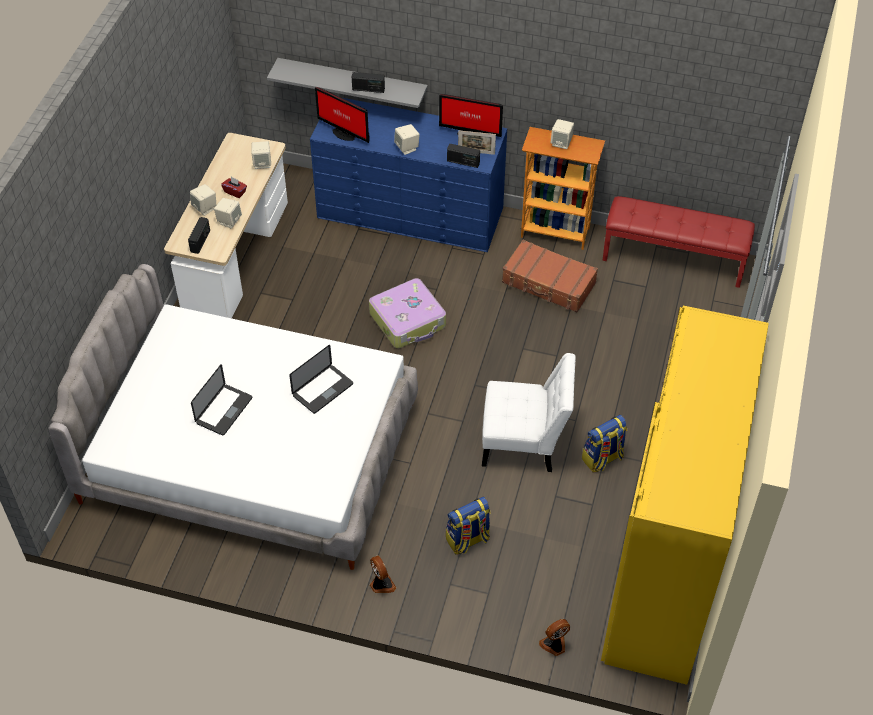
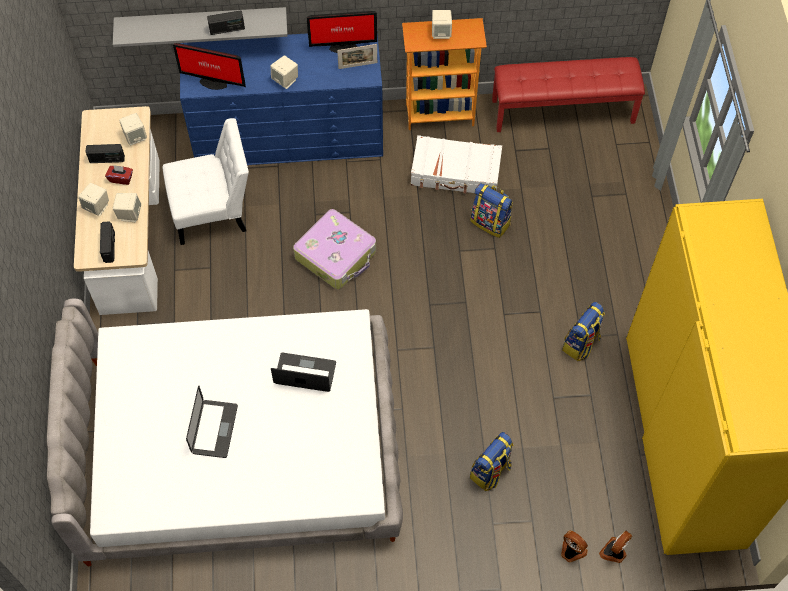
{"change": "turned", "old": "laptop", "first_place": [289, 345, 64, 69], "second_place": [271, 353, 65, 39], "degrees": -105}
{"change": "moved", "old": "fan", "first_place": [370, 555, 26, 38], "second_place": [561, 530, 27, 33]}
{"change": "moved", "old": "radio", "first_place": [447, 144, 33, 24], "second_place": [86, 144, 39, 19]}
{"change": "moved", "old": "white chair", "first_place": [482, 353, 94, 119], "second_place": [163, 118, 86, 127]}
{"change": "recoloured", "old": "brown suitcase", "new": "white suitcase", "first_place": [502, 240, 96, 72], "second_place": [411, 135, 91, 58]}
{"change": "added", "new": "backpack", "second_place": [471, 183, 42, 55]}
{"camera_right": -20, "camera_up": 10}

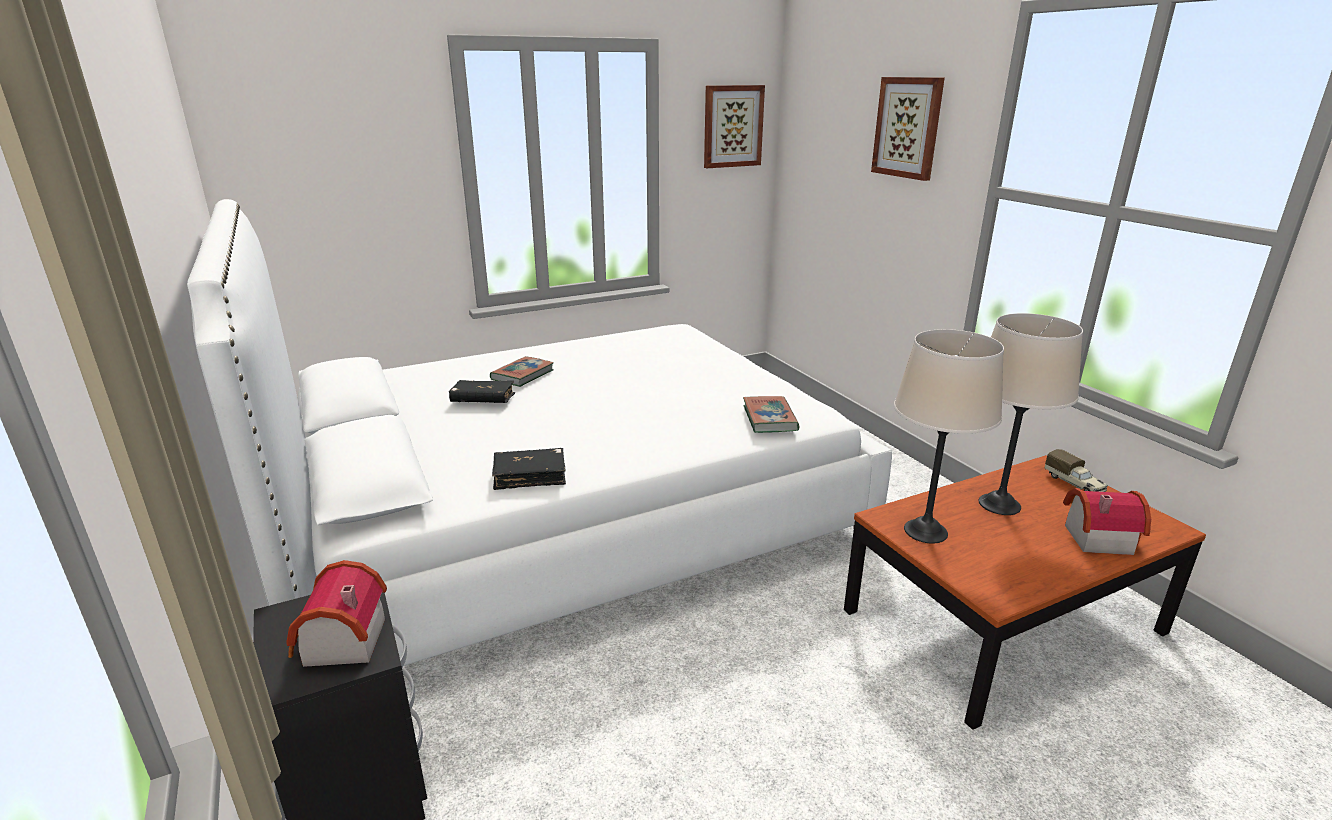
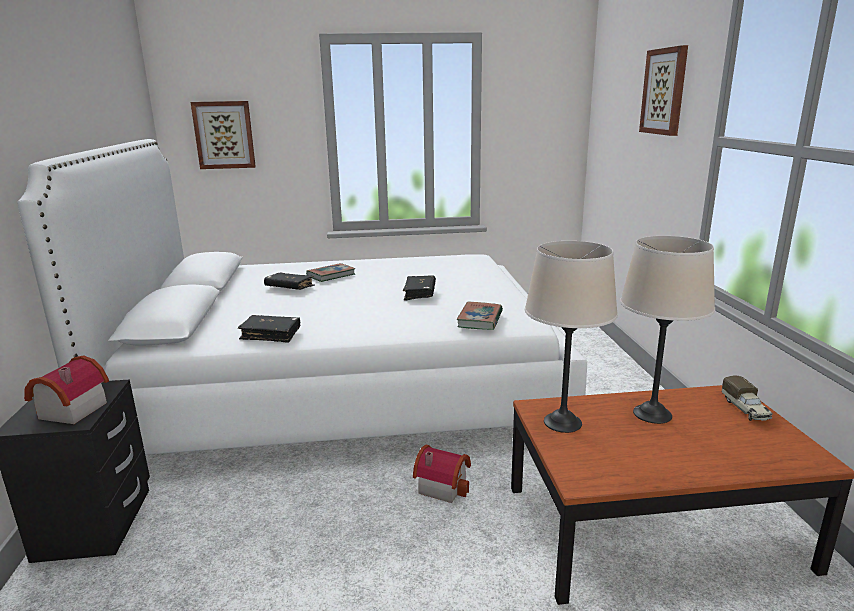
{"change": "moved", "old": "picture", "first_place": [704, 85, 61, 83], "second_place": [191, 101, 65, 68]}
{"change": "moved", "old": "toy house", "first_place": [1063, 488, 88, 67], "second_place": [413, 445, 58, 58]}
{"change": "added", "new": "black book", "second_place": [403, 275, 33, 26]}
{"camera_right": 20, "camera_up": -5}

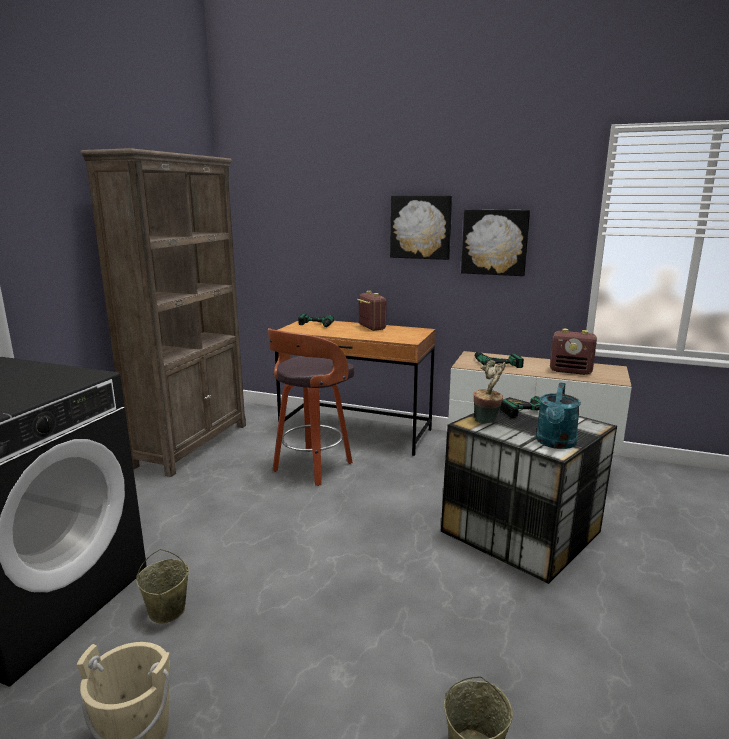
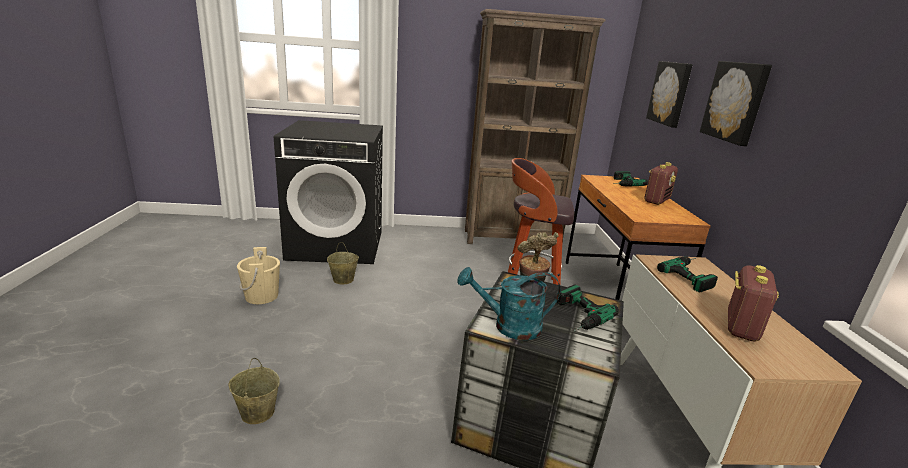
{"change": "moved", "old": "picture", "first_place": [461, 209, 69, 67], "second_place": [646, 61, 47, 67]}
{"change": "turned", "old": "radio", "first_place": [550, 329, 47, 46], "second_place": [728, 265, 51, 77], "degrees": -150}
{"camera_right": 65, "camera_up": 5}

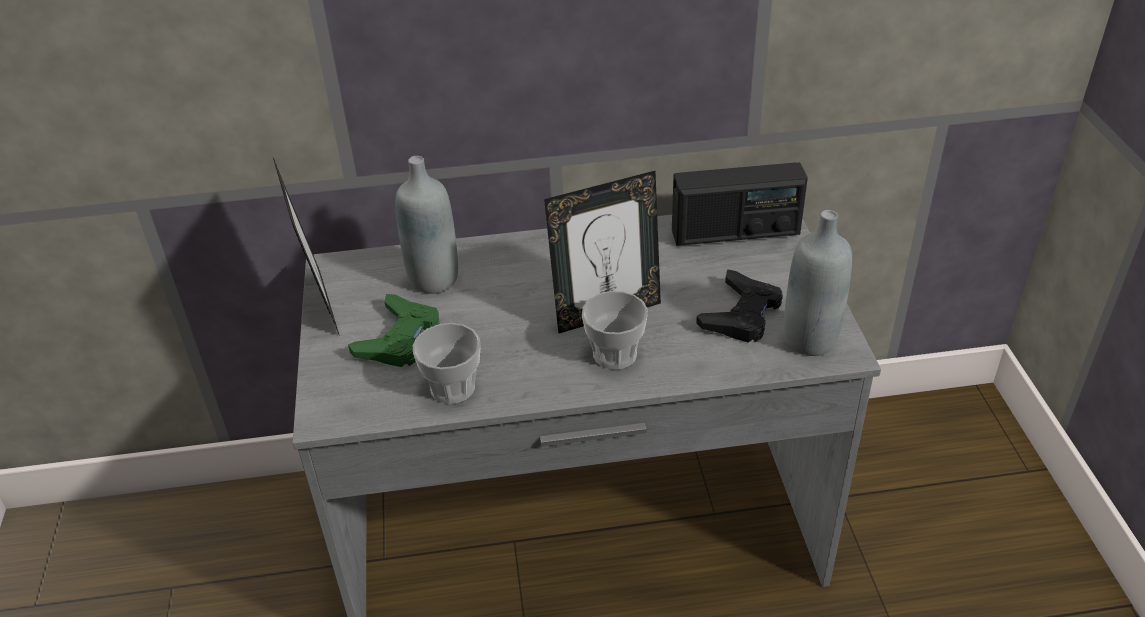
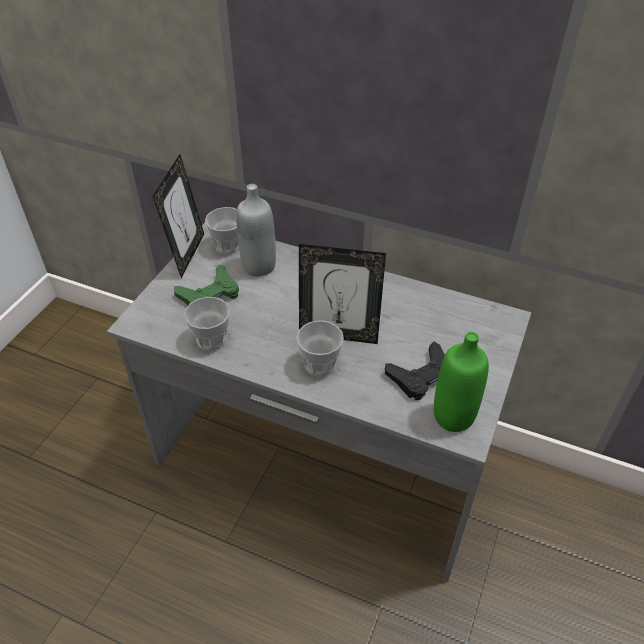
{"change": "removed", "old": "radio", "first_place": [672, 162, 136, 84]}
{"change": "recoloured", "old": "grey bottle", "new": "green bottle", "first_place": [784, 210, 68, 146], "second_place": [434, 332, 55, 100]}
{"change": "added", "new": "cup", "second_place": [205, 207, 34, 47]}
{"camera_right": 30, "camera_up": 5}

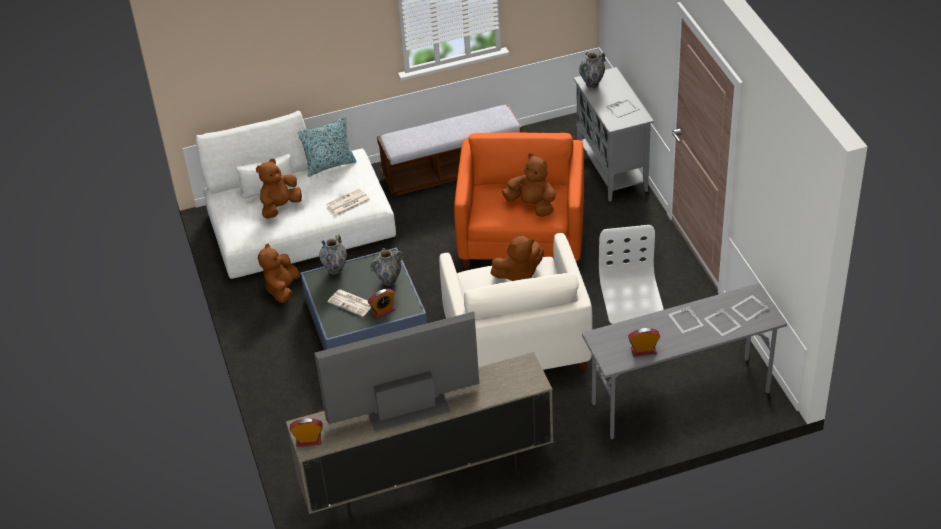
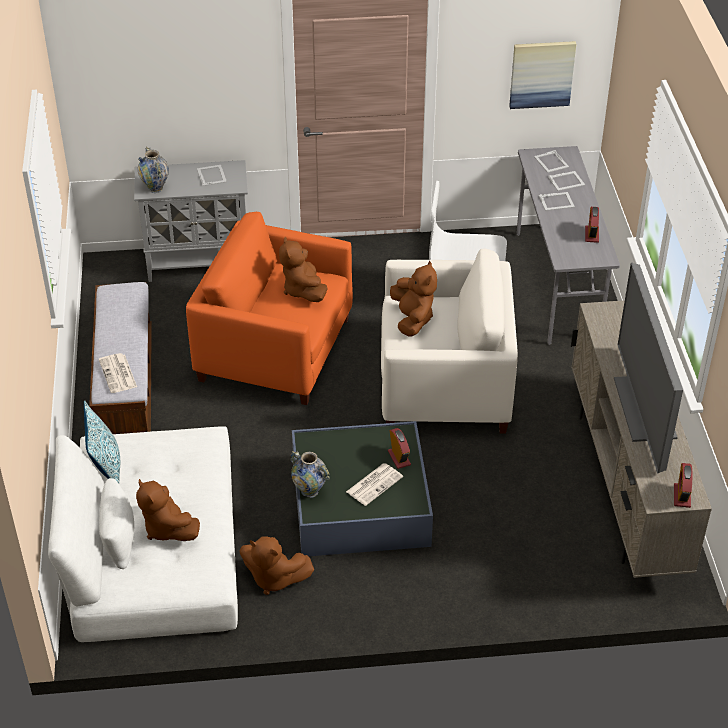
{"change": "moved", "old": "newspaper", "first_place": [326, 188, 45, 28], "second_place": [99, 353, 38, 40]}
{"change": "removed", "old": "vase", "first_place": [370, 248, 34, 38]}
{"change": "turned", "old": "brown plush toy", "first_place": [502, 153, 54, 64], "second_place": [279, 237, 49, 65], "degrees": -60}
{"change": "added", "new": "picture", "second_place": [509, 41, 67, 68]}
{"camera_right": -80, "camera_up": 0}

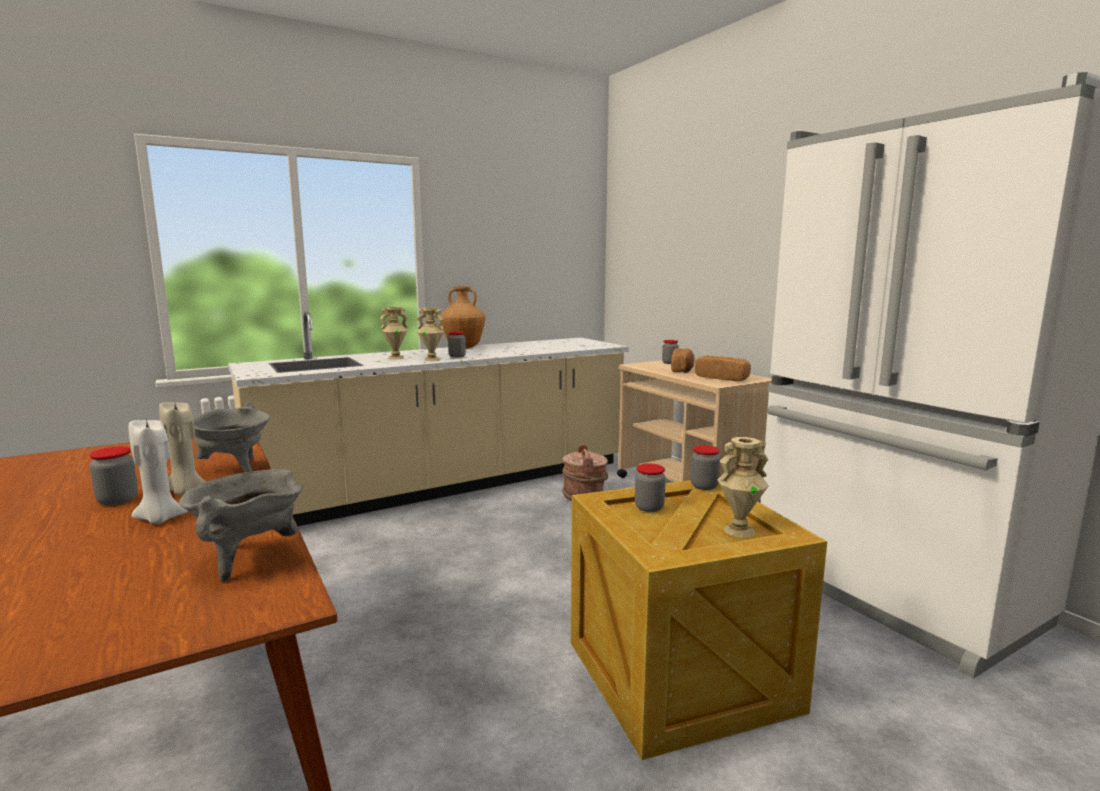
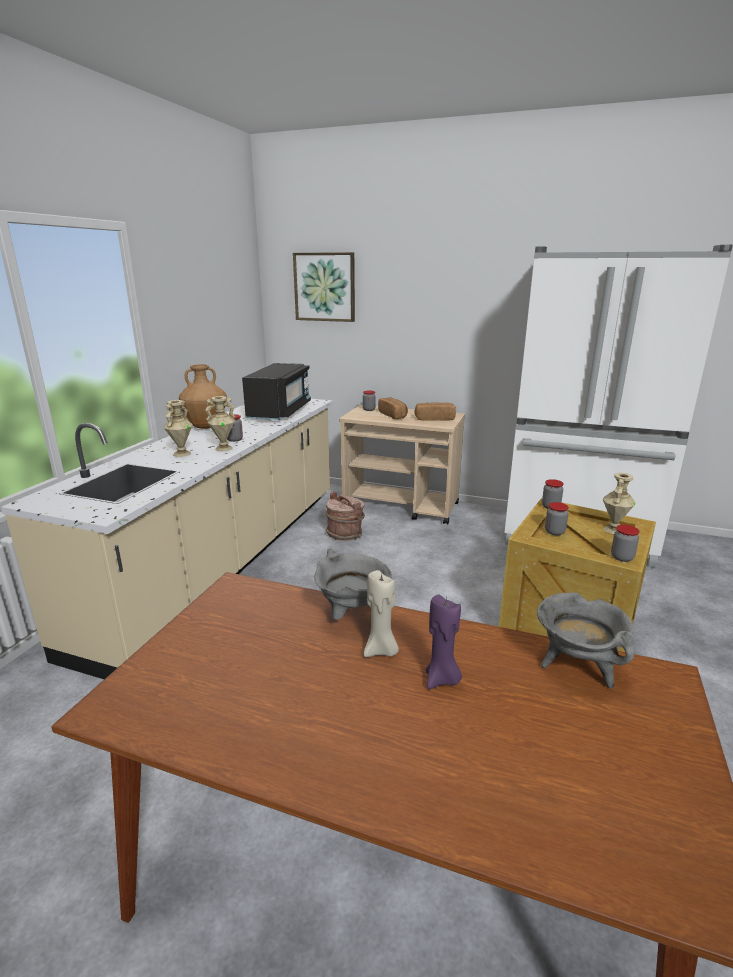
{"change": "moved", "old": "jar", "first_place": [89, 446, 49, 60], "second_place": [611, 525, 29, 37]}
{"change": "recoloured", "old": "white candle", "new": "purple candle", "first_place": [128, 418, 60, 106], "second_place": [426, 594, 36, 95]}
{"change": "added", "new": "black microwave", "second_place": [242, 363, 69, 57]}
{"change": "added", "new": "picture", "second_place": [293, 252, 62, 70]}
{"camera_right": -40, "camera_up": 10}

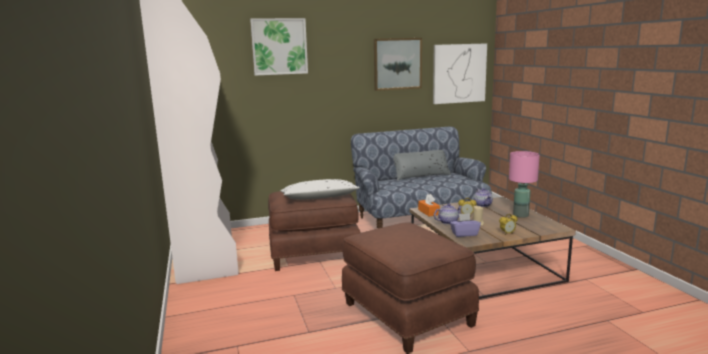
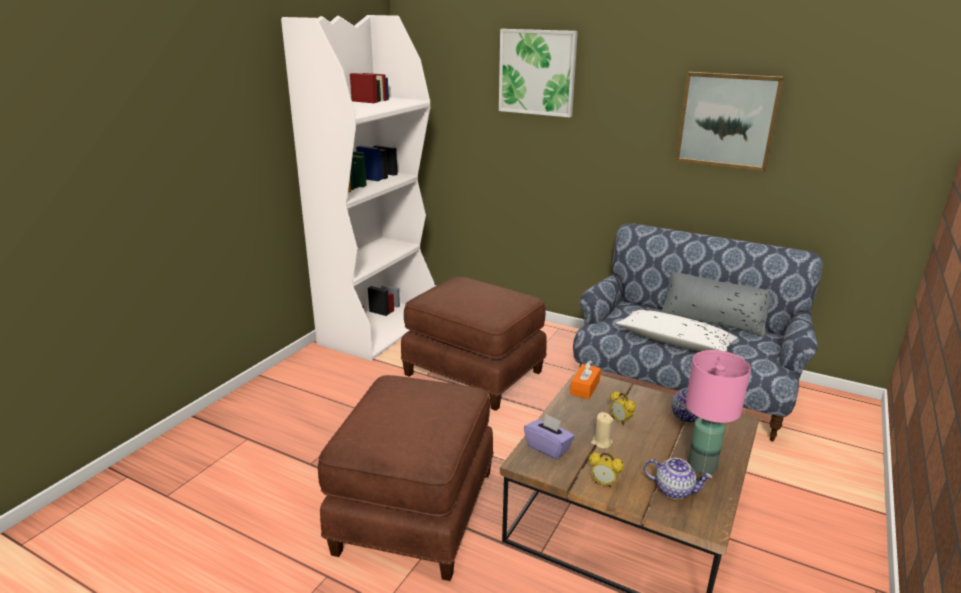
{"change": "moved", "old": "white pillow", "first_place": [281, 179, 79, 21], "second_place": [616, 310, 121, 42]}
{"change": "removed", "old": "picture", "first_place": [433, 43, 54, 61]}
{"change": "moved", "old": "teapot", "first_place": [434, 203, 29, 22], "second_place": [644, 458, 68, 41]}
{"camera_right": 45, "camera_up": 10}

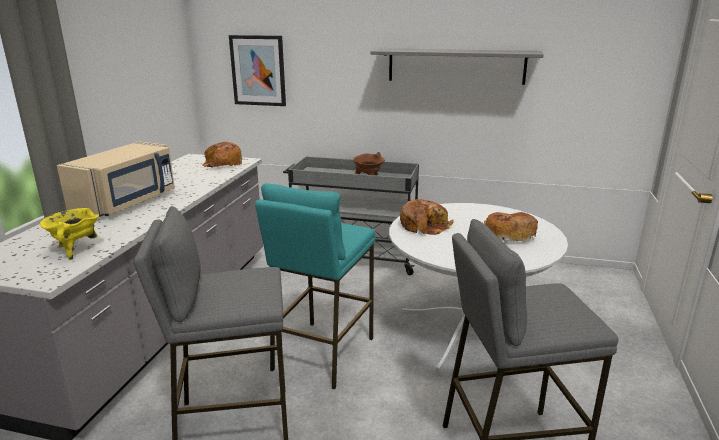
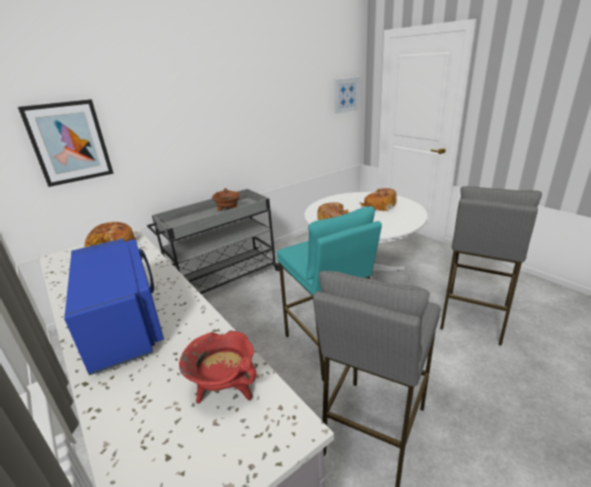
{"change": "recoloured", "old": "yellow cooking pot", "new": "red cooking pot", "first_place": [40, 208, 59, 52], "second_place": [179, 330, 78, 74]}
{"change": "recoloured", "old": "beige microwave", "new": "blue microwave", "first_place": [57, 141, 118, 76], "second_place": [64, 239, 100, 136]}
{"change": "removed", "old": "grey shelf", "first_place": [370, 48, 174, 37]}
{"change": "added", "new": "picture", "second_place": [335, 77, 24, 37]}
{"camera_right": -50, "camera_up": 5}

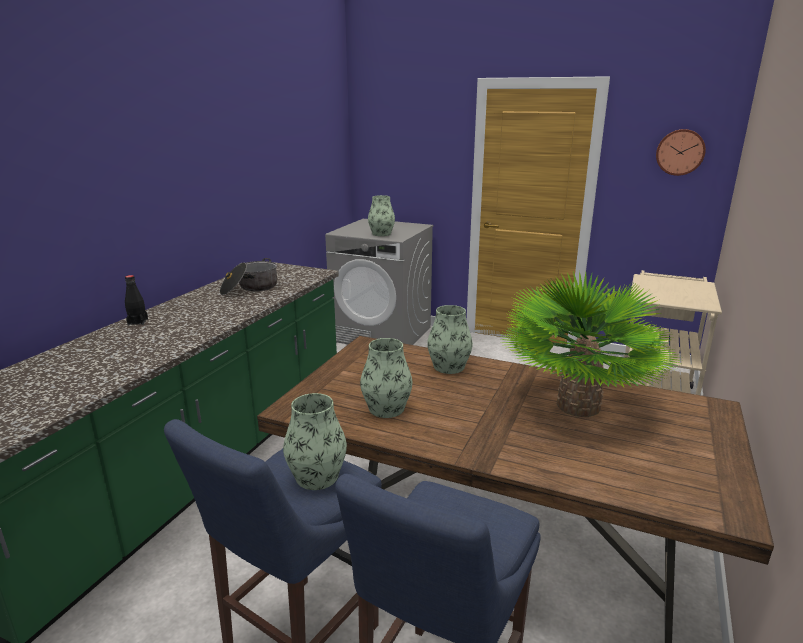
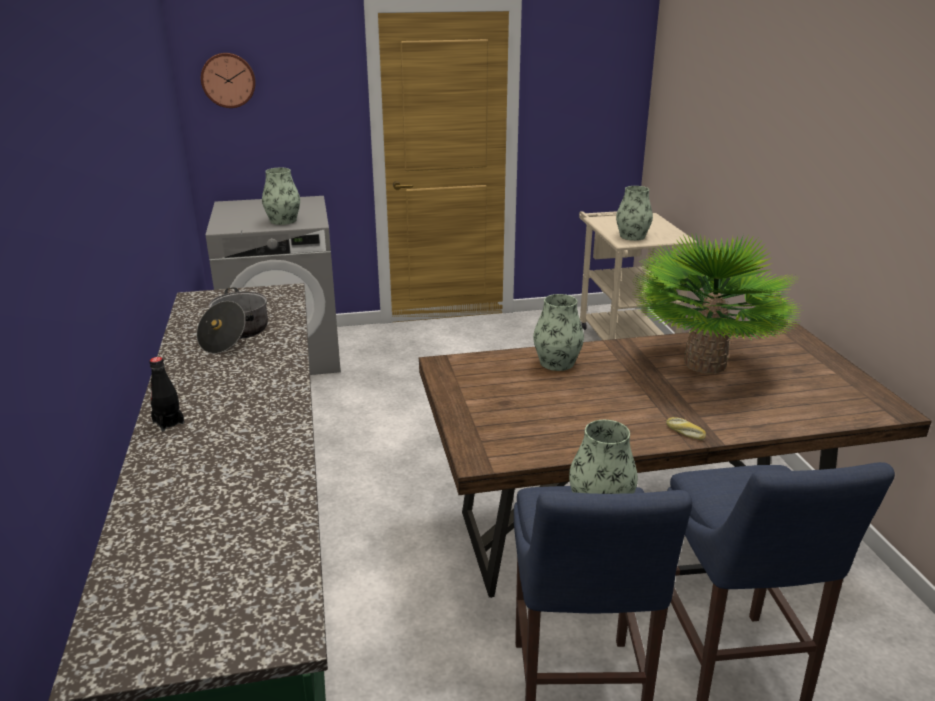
{"change": "moved", "old": "vase", "first_place": [360, 338, 53, 80], "second_place": [616, 186, 37, 55]}
{"change": "moved", "old": "wall clock", "first_place": [656, 129, 50, 47], "second_place": [201, 53, 55, 55]}
{"change": "added", "new": "bread", "second_place": [666, 417, 40, 23]}
{"camera_right": -35, "camera_up": 5}

